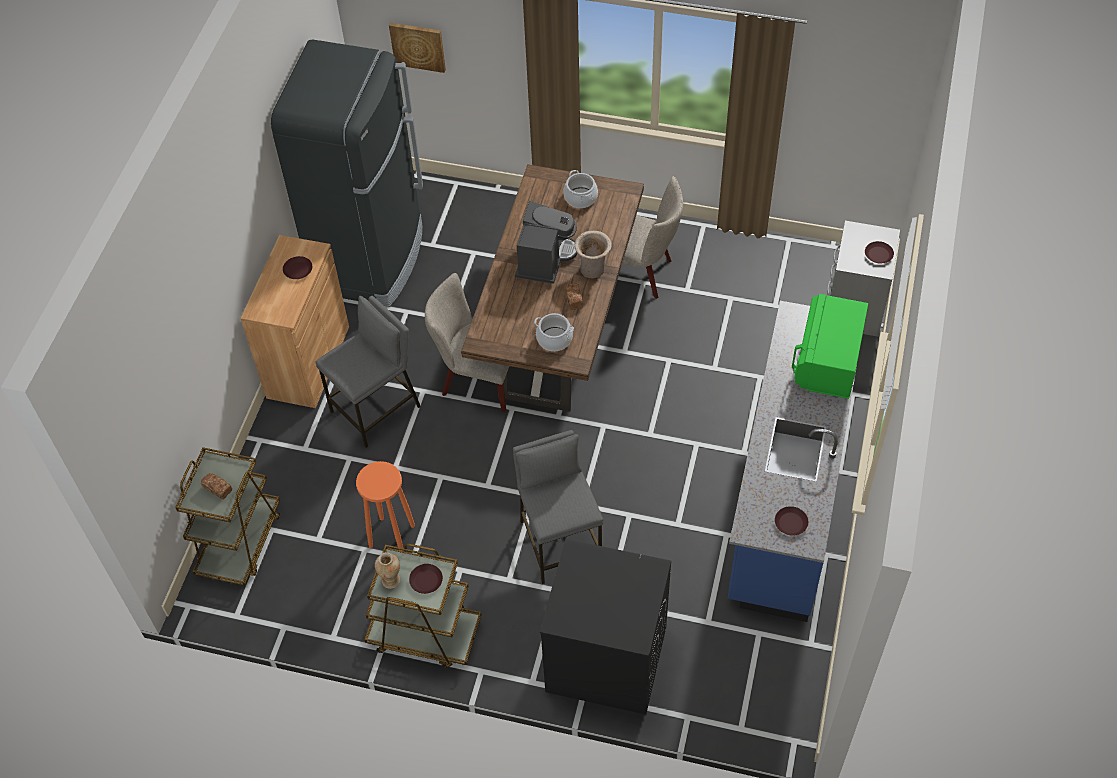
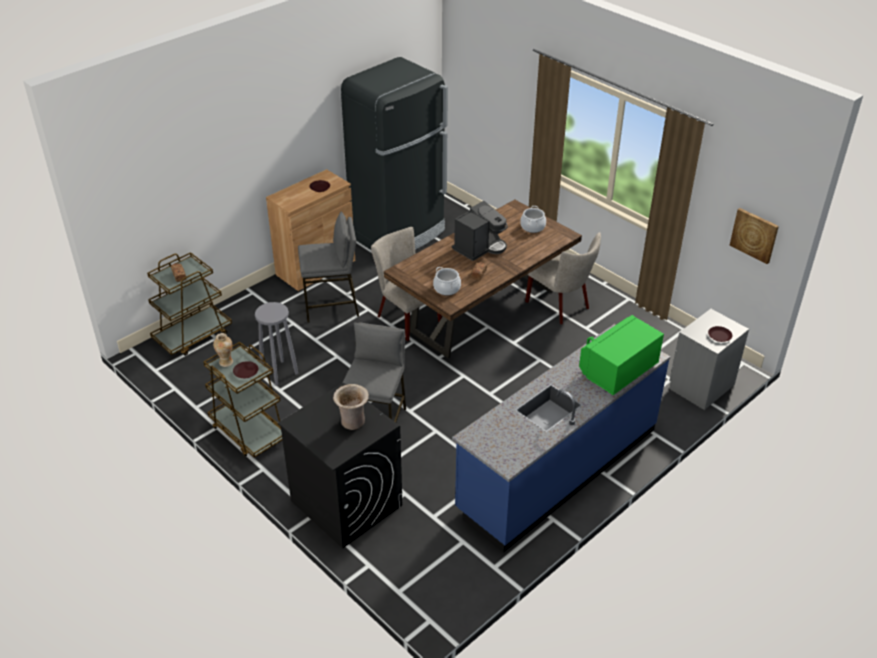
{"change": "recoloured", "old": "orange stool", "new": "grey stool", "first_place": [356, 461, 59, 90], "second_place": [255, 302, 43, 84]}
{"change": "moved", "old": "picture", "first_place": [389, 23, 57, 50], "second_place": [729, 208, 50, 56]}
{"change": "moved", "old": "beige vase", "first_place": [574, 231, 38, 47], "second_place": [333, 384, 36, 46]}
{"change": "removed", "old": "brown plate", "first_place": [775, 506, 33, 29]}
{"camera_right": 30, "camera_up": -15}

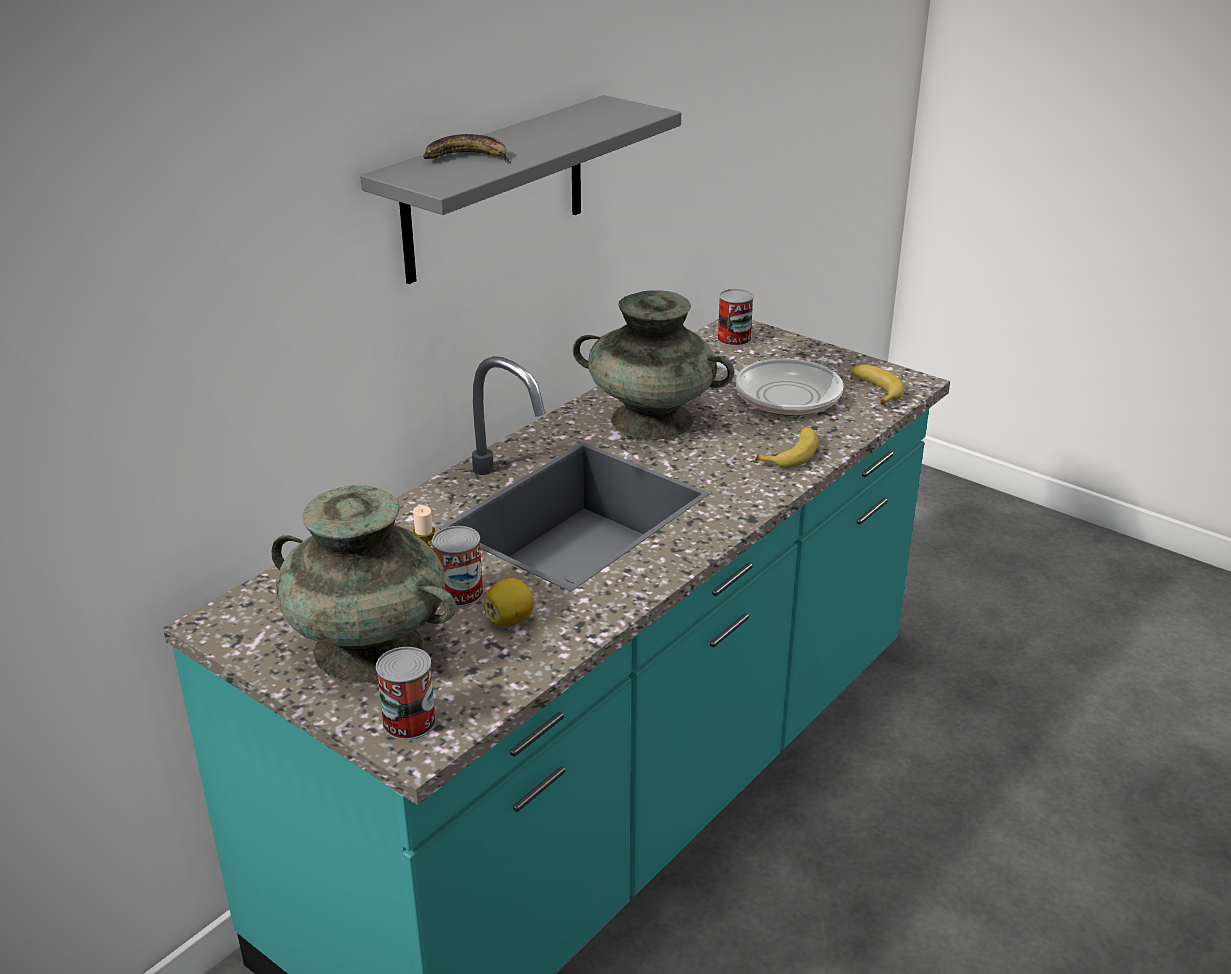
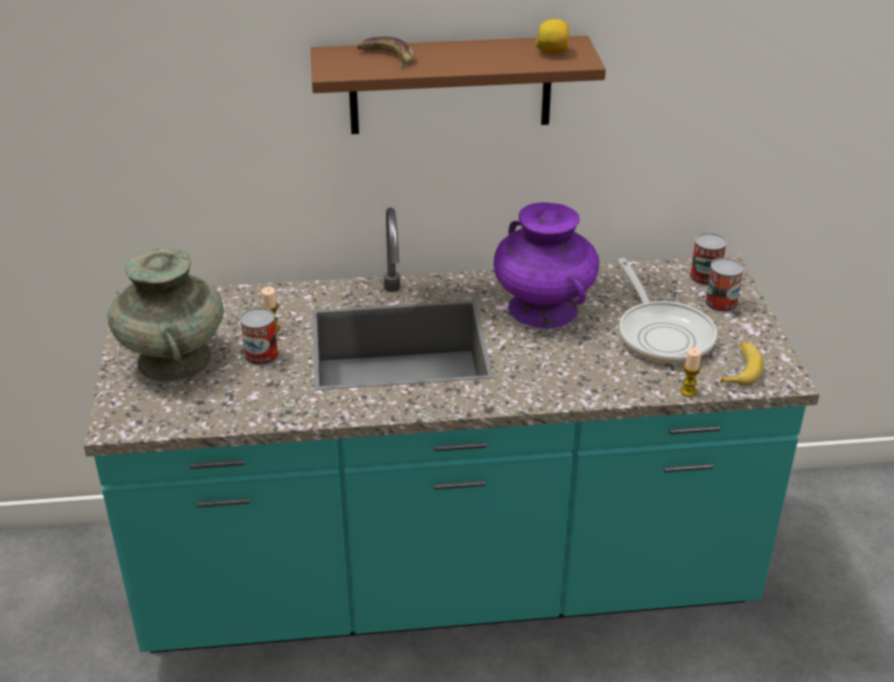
{"change": "recoloured", "old": "grey shelf", "new": "brown shelf", "first_place": [360, 95, 321, 189], "second_place": [311, 35, 295, 99]}
{"change": "moved", "old": "can", "first_place": [376, 647, 60, 93], "second_place": [705, 258, 39, 55]}
{"change": "moved", "old": "lemon", "first_place": [484, 578, 50, 48], "second_place": [535, 19, 34, 35]}
{"change": "recoloured", "old": "turquoise vase", "new": "purple vase", "first_place": [573, 290, 161, 150], "second_place": [494, 203, 105, 125]}
{"change": "removed", "old": "banana", "first_place": [755, 427, 63, 41]}
{"change": "added", "new": "candle", "second_place": [680, 348, 22, 49]}
{"camera_right": 45, "camera_up": 5}

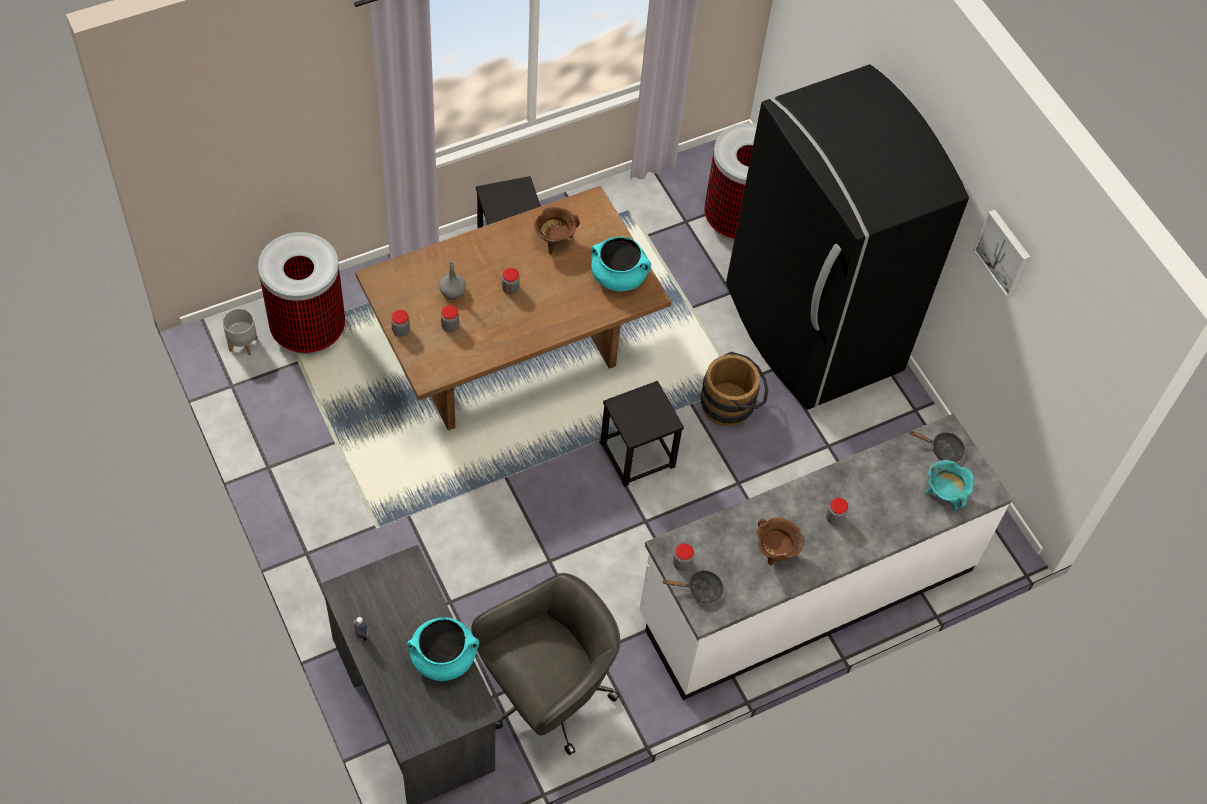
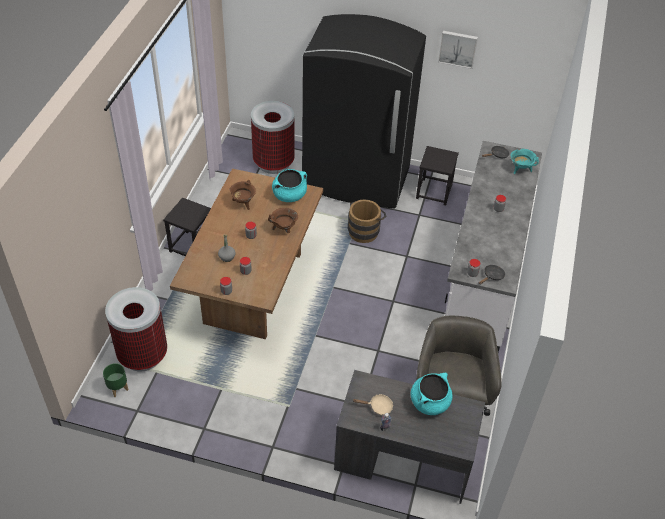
{"change": "recoloured", "old": "grey planter", "new": "green planter", "first_place": [223, 308, 34, 48], "second_place": [103, 363, 26, 34]}
{"change": "moved", "old": "black stool", "first_place": [600, 381, 84, 106], "second_place": [416, 146, 43, 59]}
{"change": "moved", "old": "brown cooking pot", "first_place": [757, 518, 47, 47], "second_place": [268, 208, 30, 25]}
{"change": "added", "new": "beige frying pan", "second_place": [353, 394, 40, 21]}
{"camera_right": -45, "camera_up": -10}

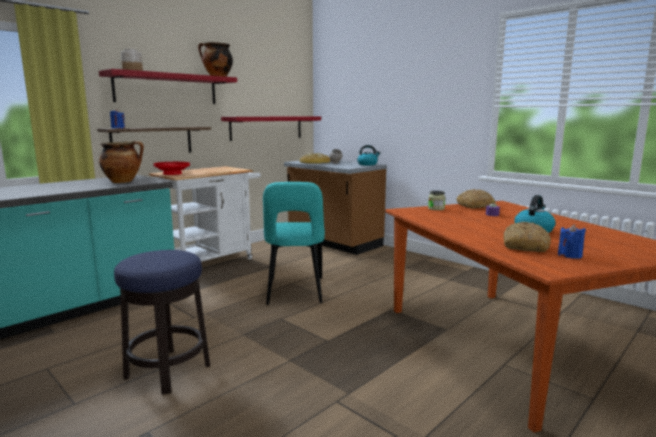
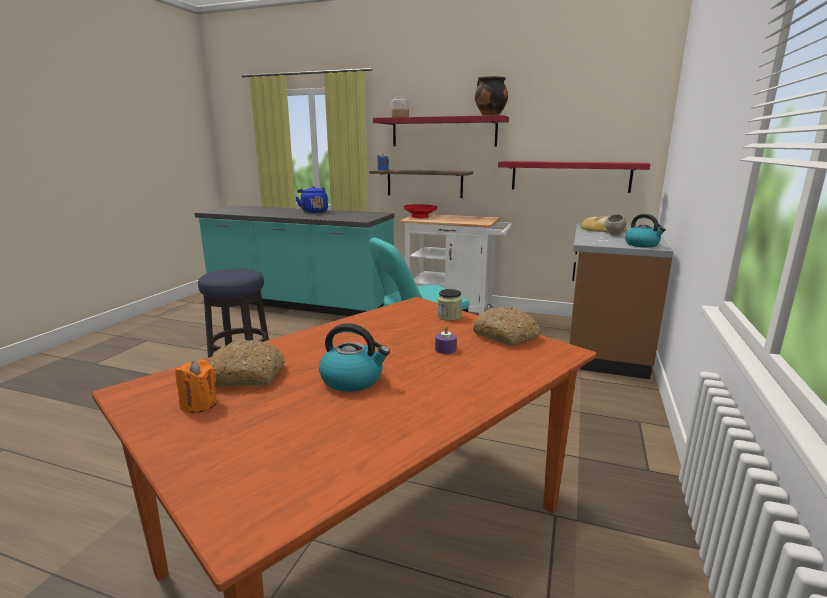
{"change": "removed", "old": "cooking pot", "first_place": [99, 141, 45, 42]}
{"change": "recoloured", "old": "blue candle", "new": "orange candle", "first_place": [558, 224, 28, 35], "second_place": [175, 360, 42, 53]}
{"change": "added", "new": "blue kettle", "second_place": [296, 186, 32, 27]}
{"camera_right": 65, "camera_up": 5}

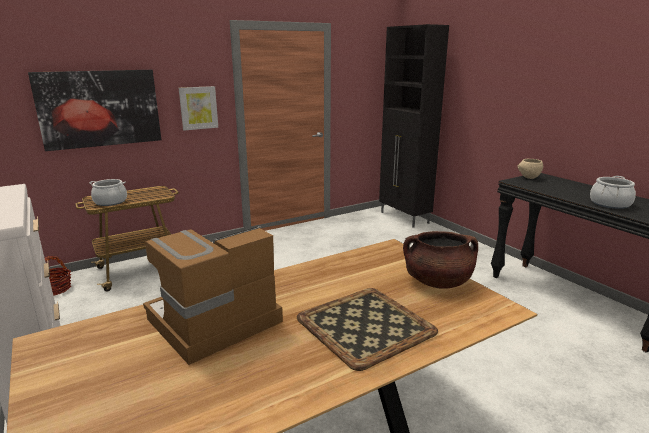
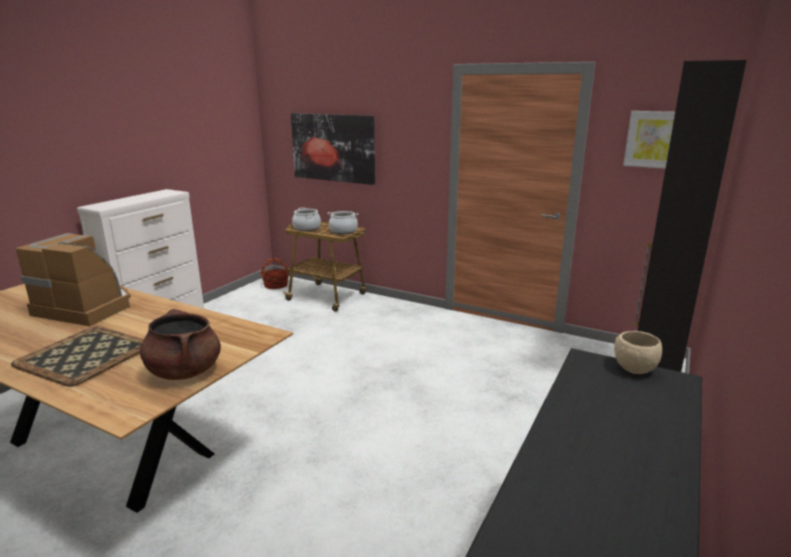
{"change": "moved", "old": "picture", "first_place": [179, 86, 39, 45], "second_place": [623, 111, 52, 58]}
{"change": "moved", "old": "cooking pot", "first_place": [590, 176, 46, 33], "second_place": [327, 211, 31, 23]}
{"camera_right": 60, "camera_up": 0}

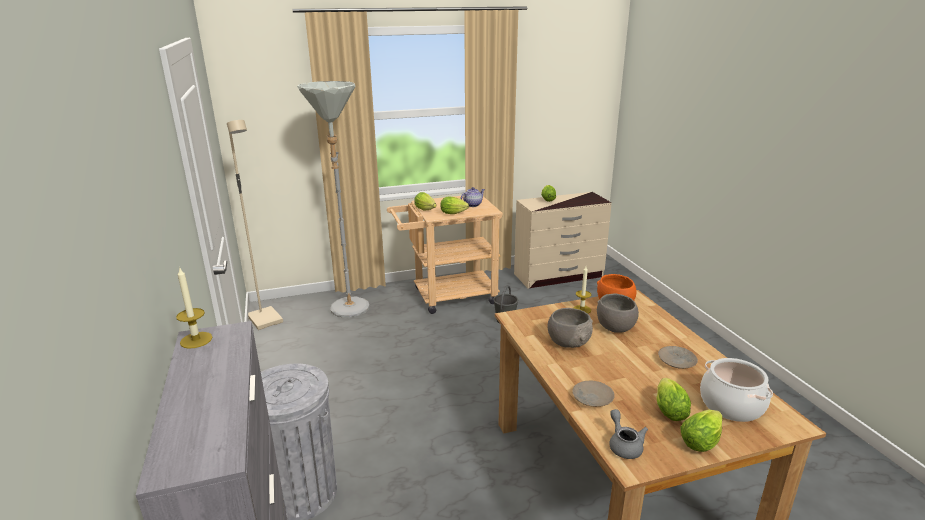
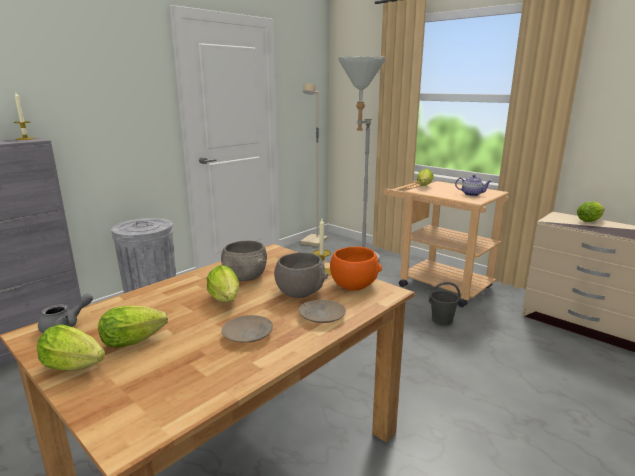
{"change": "moved", "old": "lettuce", "first_place": [441, 197, 28, 17], "second_place": [207, 265, 32, 38]}
{"change": "moved", "old": "beige plate", "first_place": [572, 381, 43, 26], "second_place": [298, 300, 48, 23]}
{"change": "removed", "old": "cooking pot", "first_place": [700, 358, 73, 64]}
{"camera_right": 60, "camera_up": -5}

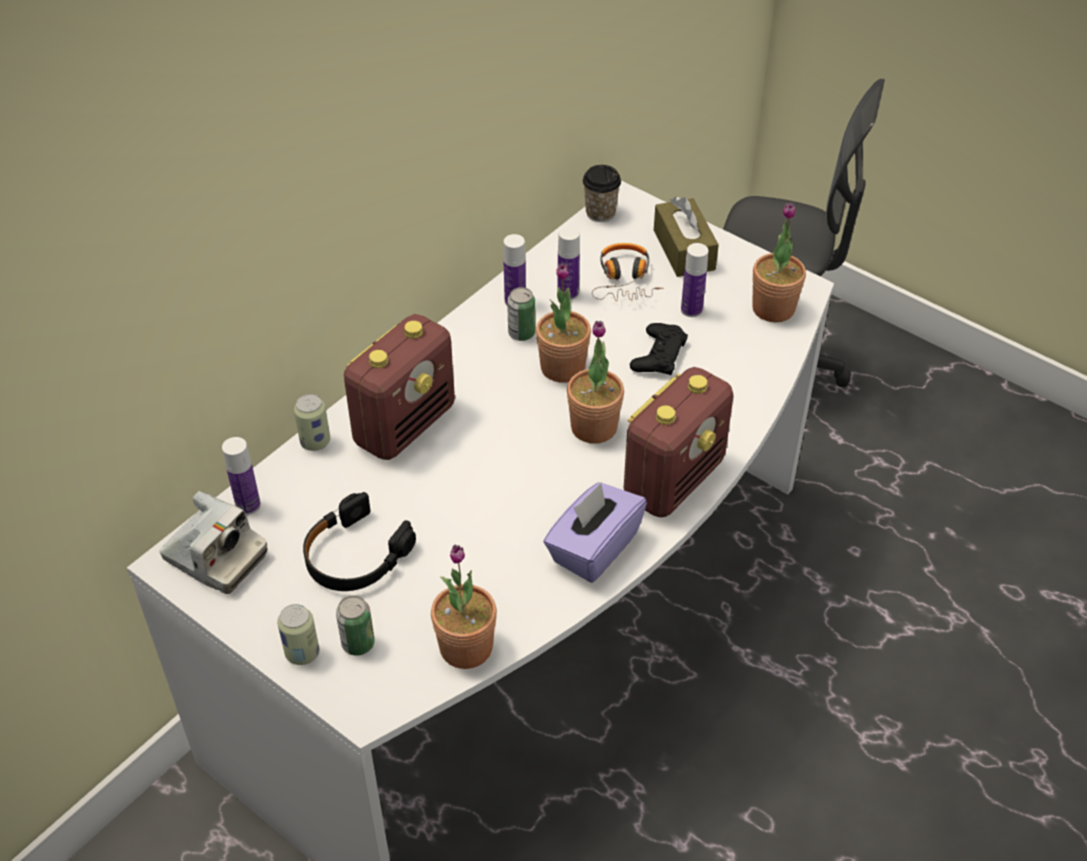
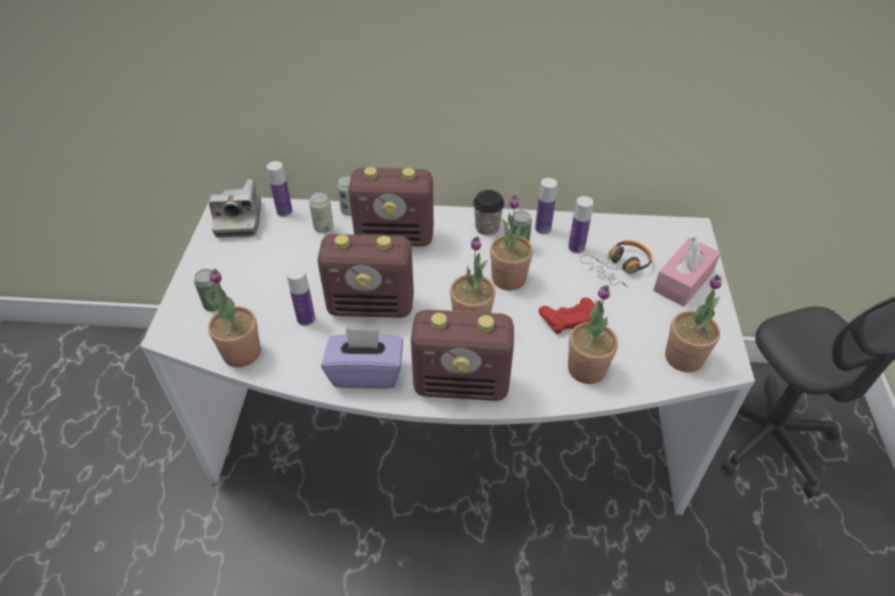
{"change": "moved", "old": "can", "first_place": [277, 604, 42, 61], "second_place": [309, 192, 25, 41]}
{"change": "removed", "old": "black headphones", "first_place": [303, 492, 113, 99]}
{"change": "moved", "old": "cup", "first_place": [583, 165, 38, 57], "second_place": [473, 190, 31, 46]}
{"change": "recoloured", "old": "black game controller", "new": "red game controller", "first_place": [630, 323, 58, 52], "second_place": [539, 297, 56, 37]}
{"change": "recoloured", "old": "brown tissue box", "new": "pink tissue box", "first_place": [654, 197, 65, 80], "second_place": [653, 237, 67, 70]}
{"change": "moved", "old": "bottle", "first_place": [681, 243, 27, 74], "second_place": [287, 266, 28, 60]}
{"change": "added", "new": "radio", "second_place": [317, 234, 97, 84]}
{"change": "added", "new": "potted plant", "second_place": [568, 285, 50, 99]}
{"camera_right": 55, "camera_up": 0}

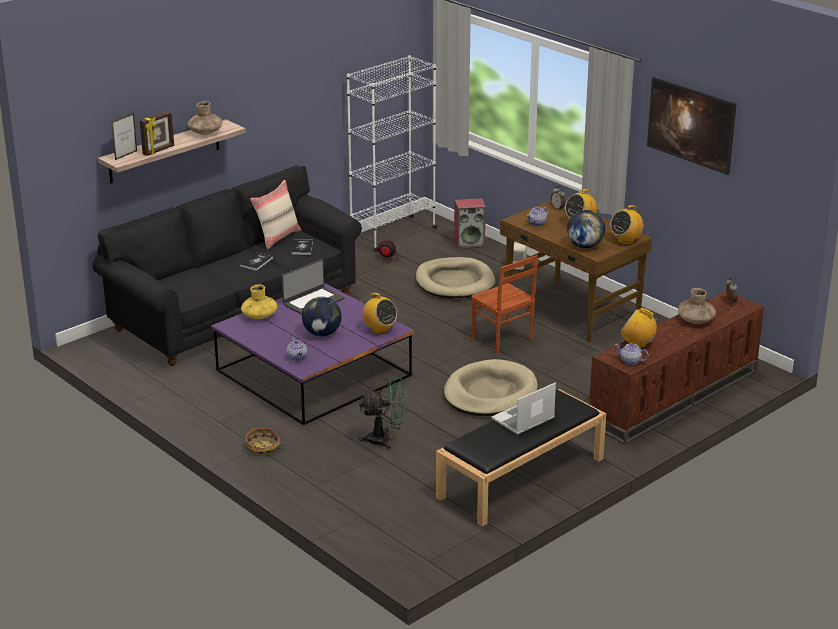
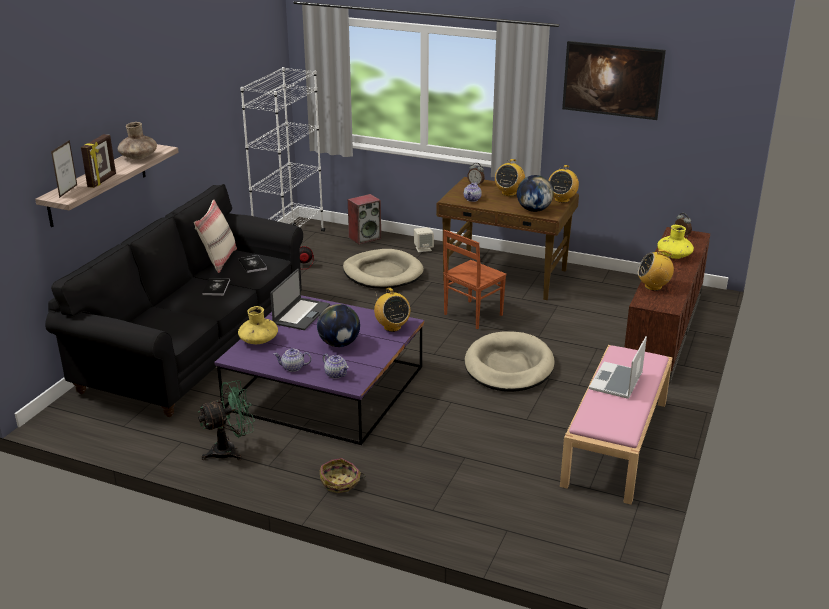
{"change": "moved", "old": "green fan", "first_place": [358, 377, 46, 73], "second_place": [198, 380, 57, 80]}
{"change": "turned", "old": "radio", "first_place": [363, 293, 34, 41], "second_place": [374, 288, 36, 44], "degrees": 45}
{"change": "recoloured", "old": "black bench", "new": "pink bench", "first_place": [436, 389, 170, 137], "second_place": [560, 345, 113, 160]}
{"change": "turned", "old": "brown chair", "first_place": [471, 255, 67, 99], "second_place": [443, 230, 64, 99], "degrees": 105}
{"change": "moved", "old": "teapot", "first_place": [615, 343, 34, 22], "second_place": [274, 348, 38, 24]}
{"change": "recoloured", "old": "brown vase", "new": "yellow vase", "first_place": [678, 288, 38, 36], "second_place": [657, 225, 37, 34]}
{"camera_right": -25, "camera_up": 0}

